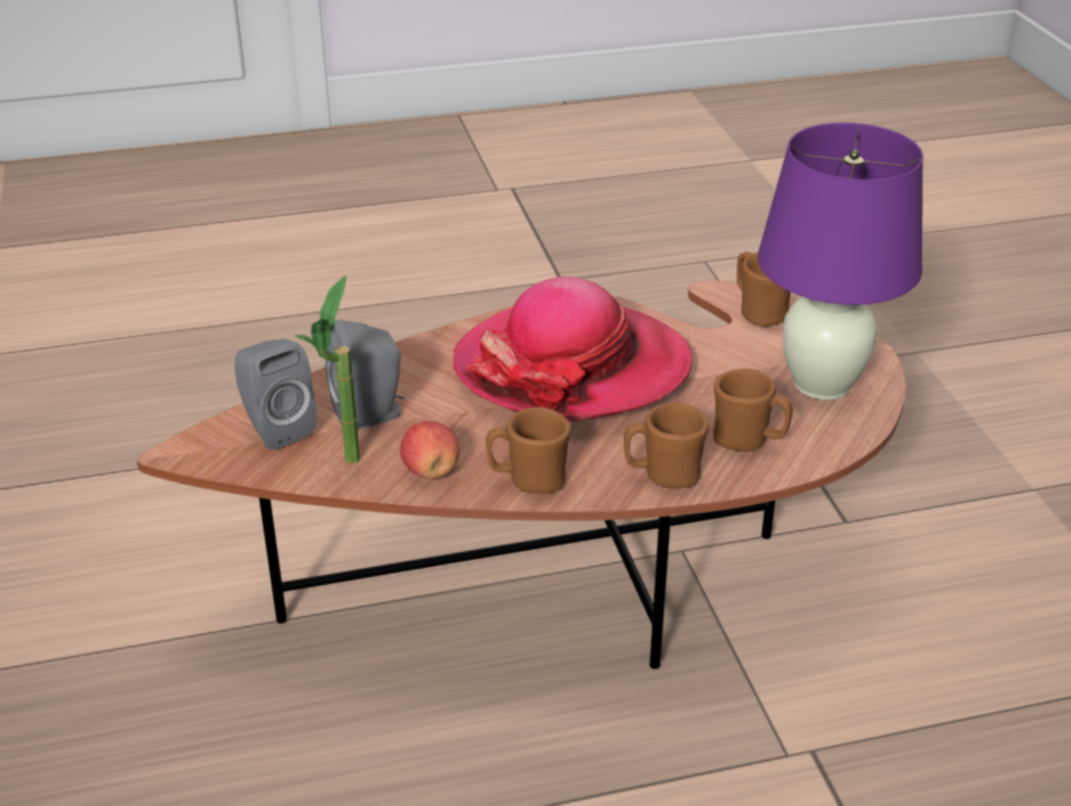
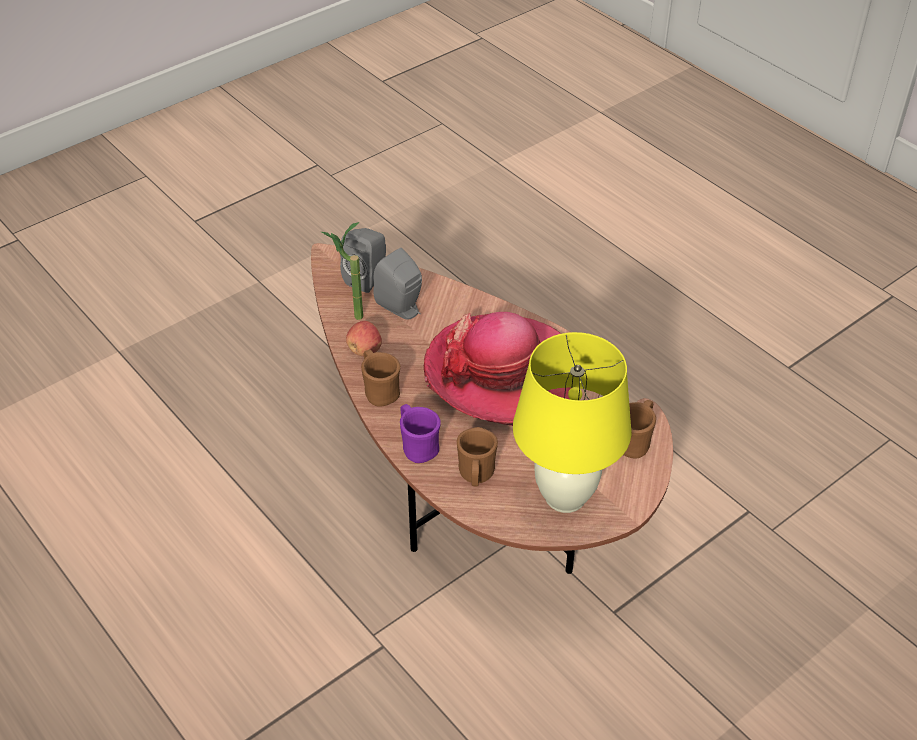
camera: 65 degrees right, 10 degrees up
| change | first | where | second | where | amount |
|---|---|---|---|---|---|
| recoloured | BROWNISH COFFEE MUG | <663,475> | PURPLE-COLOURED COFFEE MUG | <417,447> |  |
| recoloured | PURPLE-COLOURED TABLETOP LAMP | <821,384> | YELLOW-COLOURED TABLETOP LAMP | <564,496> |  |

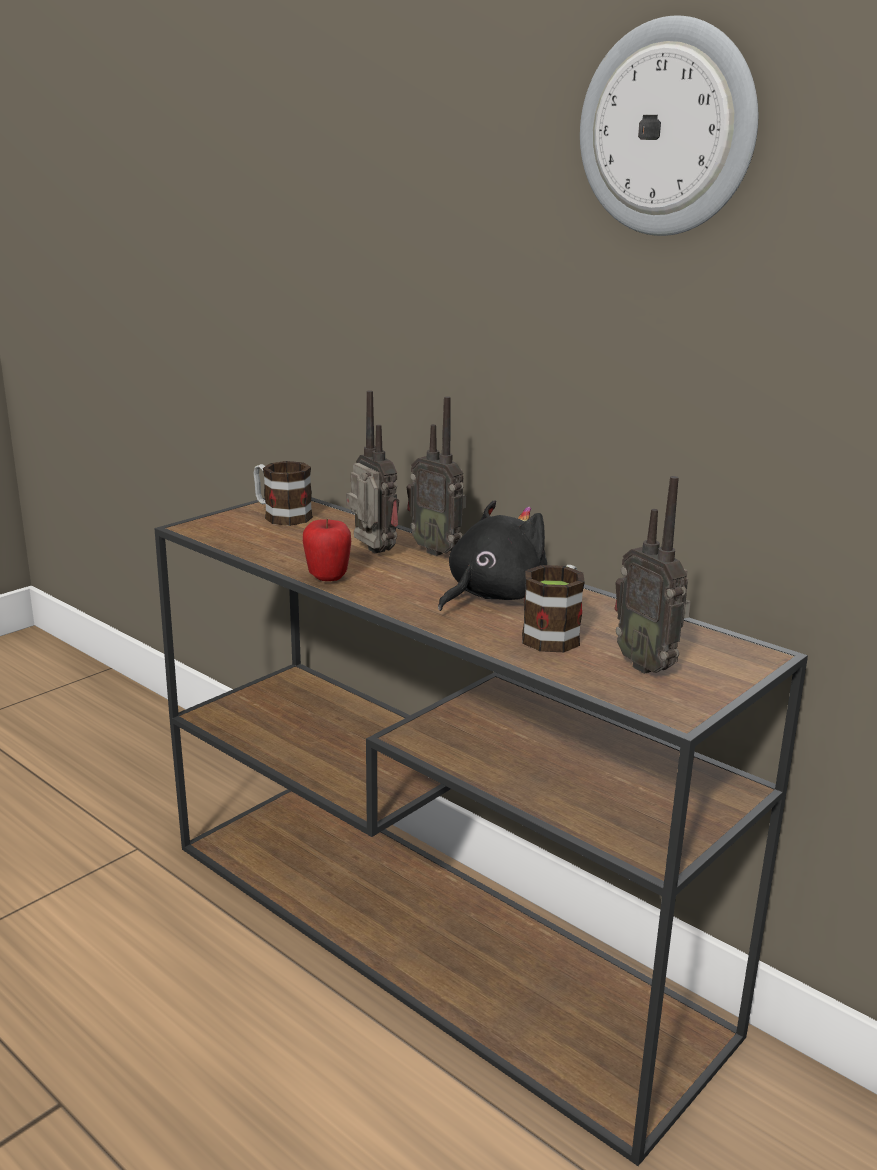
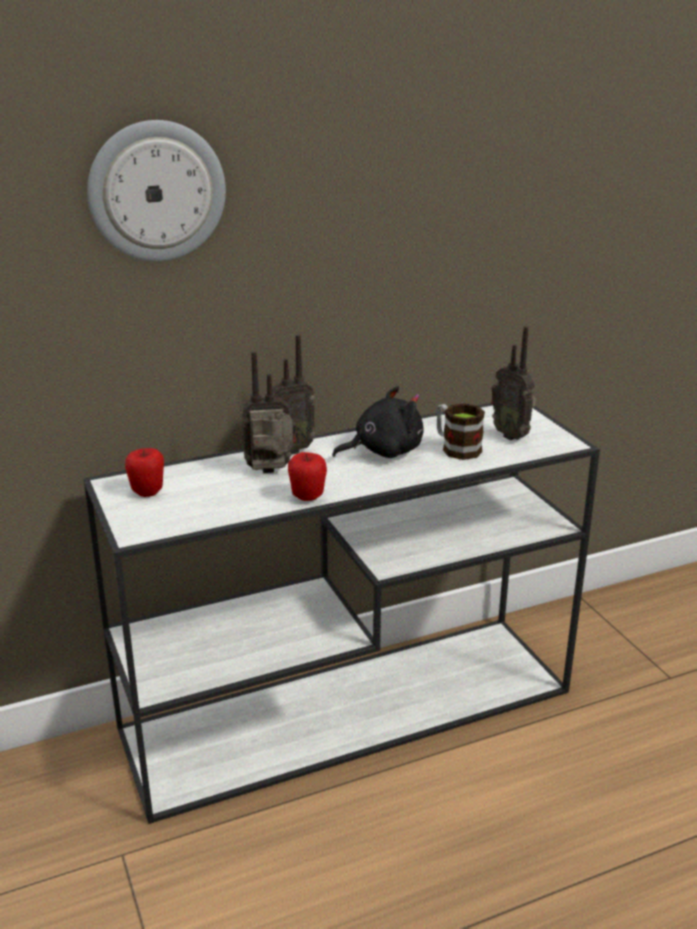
camera: 65 degrees left, 5 degrees up
| change | first | where | second | where | amount |
|---|---|---|---|---|---|
| moved | CLOCK ON THE WALL | <668,129> |  | <157,191> |  |
| replaced | COFFEE MUG | <281,515> | WHOLE APPLE | <147,492> |  |
| recoloured | BROWNISH NARROW TABLE | <437,935> | WHITISH NARROW TABLE | <352,708> |  |
| turned | BLACK-COLOURED SOFT TOY | <491,595> |  | <383,451> | 90 degrees clockwise |
| turned | RADIO RECEIVER | <648,665> |  | <512,435> | 60 degrees clockwise |

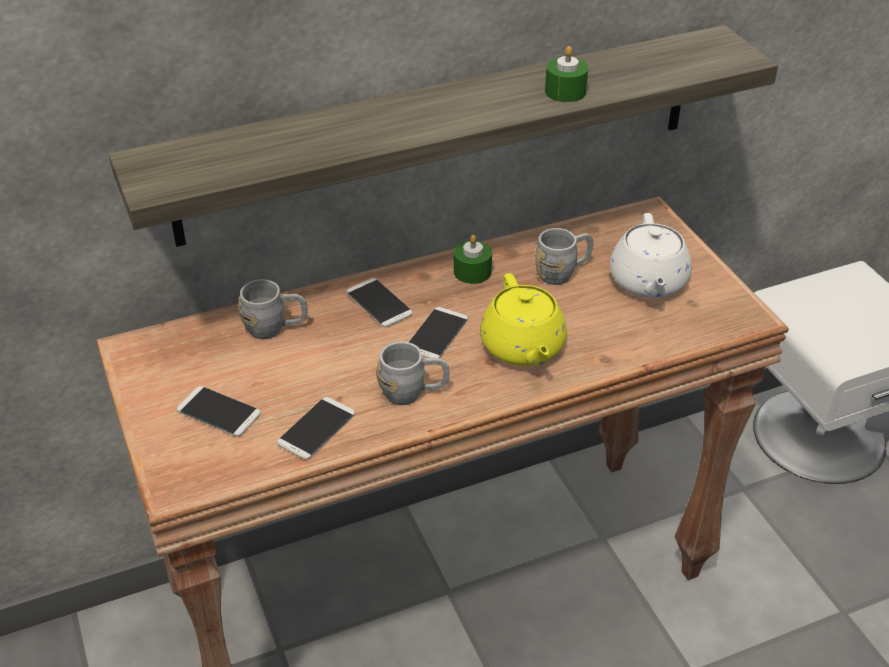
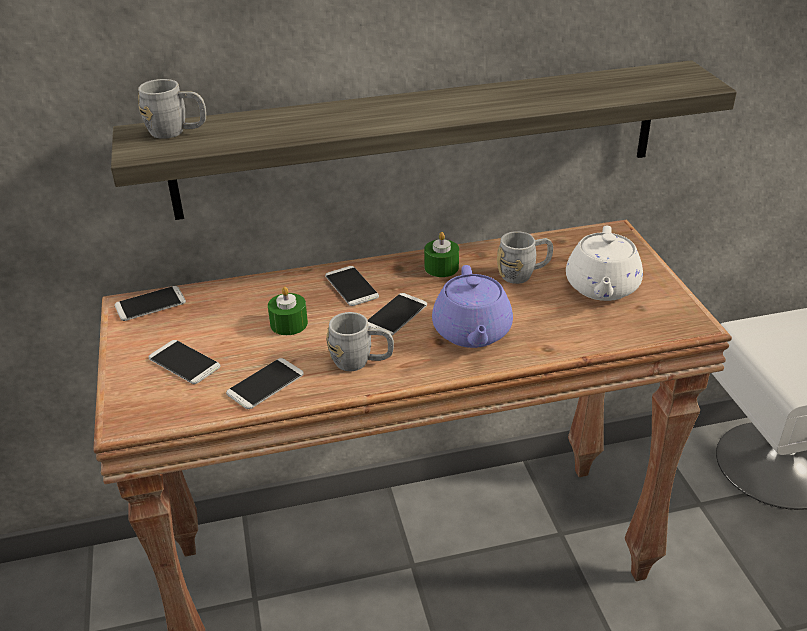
camera: 10 degrees right, 5 degrees down
| change | first | where | second | where | amount |
|---|---|---|---|---|---|
| added |  |  | PHONE | <150,304> |  |
| moved | GRAY COFFEE MUG | <275,328> |  | <176,132> |  |
| moved | GREENISH WAX LIGHT | <565,91> |  | <289,324> |  |
| recoloured | YELLOW-COLOURED TEA POT | <523,347> | PURPLE-COLOURED TEA POT | <472,332> |  |

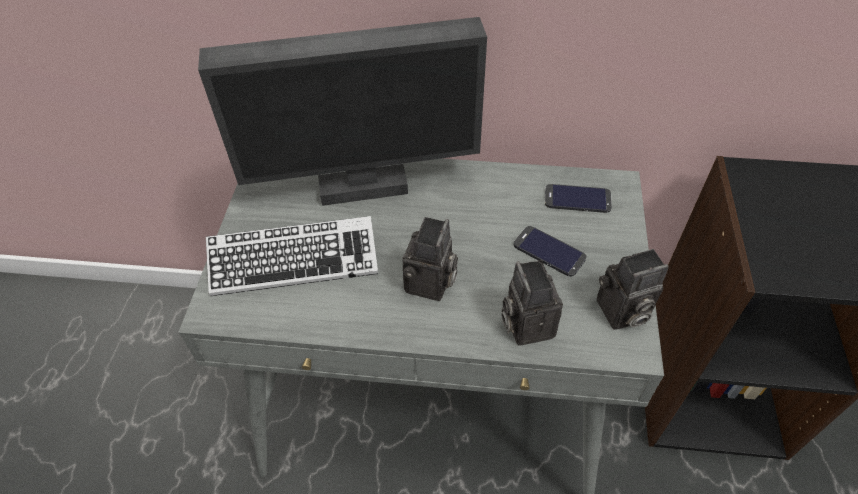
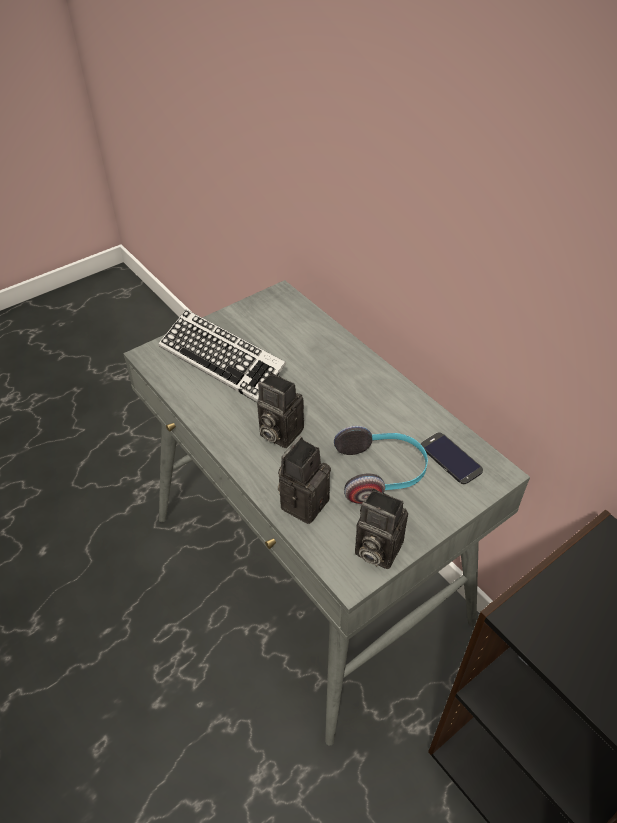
camera: 45 degrees right, 5 degrees down
| change | first | where | second | where | amount |
|---|---|---|---|---|---|
| removed | COMPUTER SCREEN | <363,186> |  |  |  |
| replaced | PHONE | <549,251> | PAIR OF HEADPHONES | <381,473> |  |
| turned | PHOTO CAMERA | <430,285> |  | <278,433> | 60 degrees clockwise |

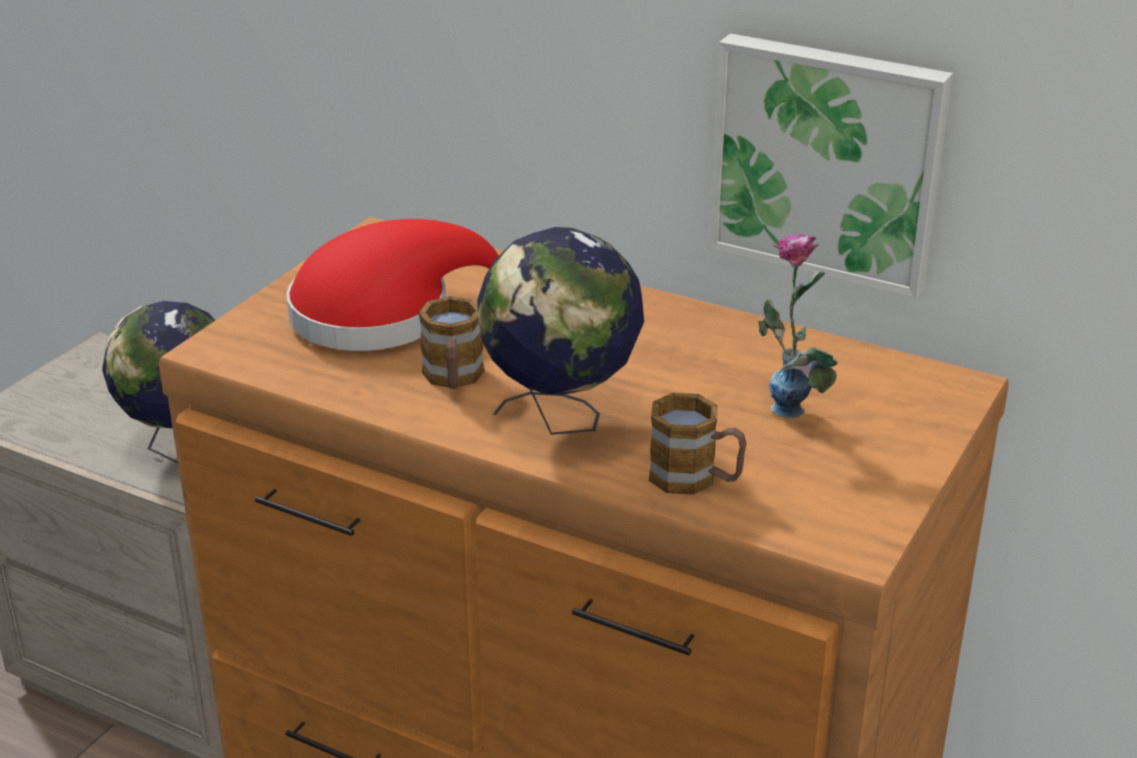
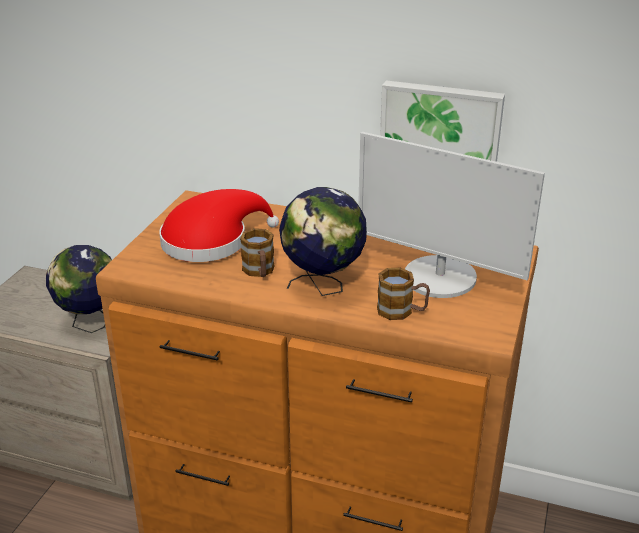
camera: 10 degrees left, 0 degrees up
| change | first | where | second | where | amount |
|---|---|---|---|---|---|
| replaced | VASE | <790,423> | COMPUTER SCREEN | <439,278> |  |

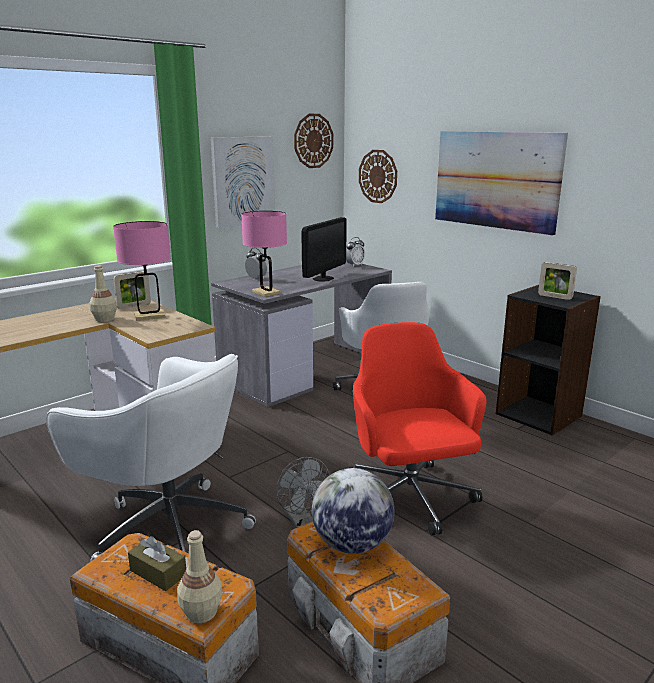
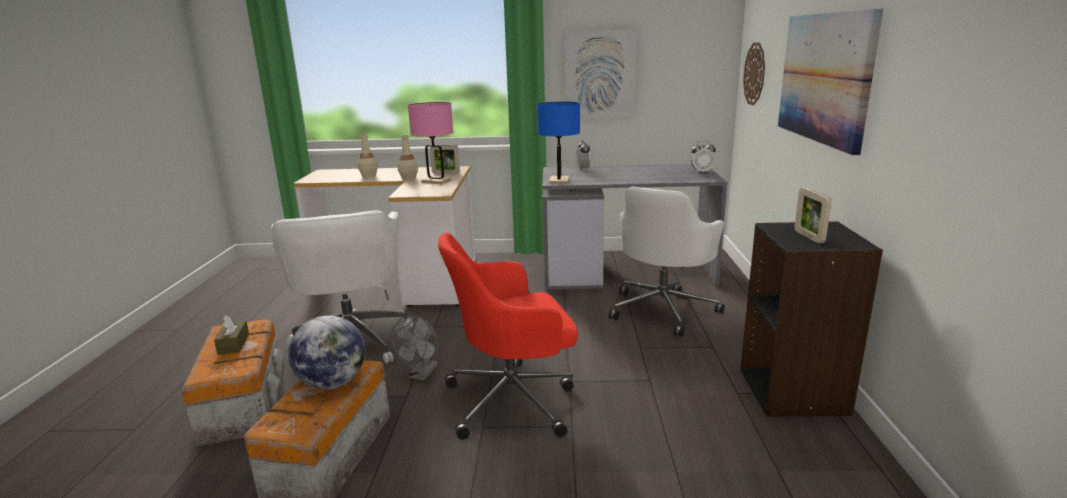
camera: 45 degrees right, 0 degrees up
| change | first | where | second | where | amount |
|---|---|---|---|---|---|
| removed | CLOCK ON THE WALL | <313,141> |  |  |  |
| removed | COMPUTER SCREEN | <323,278> |  |  |  |
| moved | SAND-COLOURED BEVERAGE BOTTLE | <201,612> |  | <368,176> |  |
| recoloured | PINK-COLOURED TABLETOP LAMP | <266,292> | BLUISH TABLETOP LAMP | <559,181> |  |
| turned | REDDISH OFFICE CHAIR | <409,500> |  | <514,400> | 135 degrees counterclockwise |

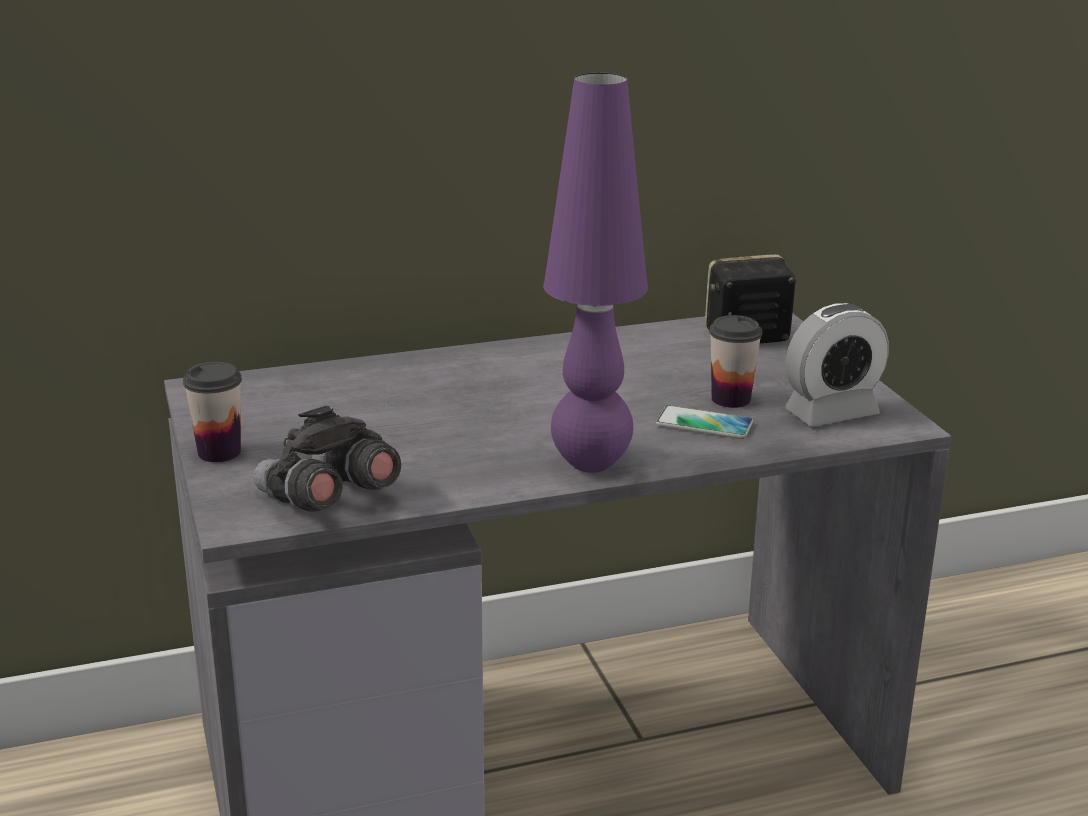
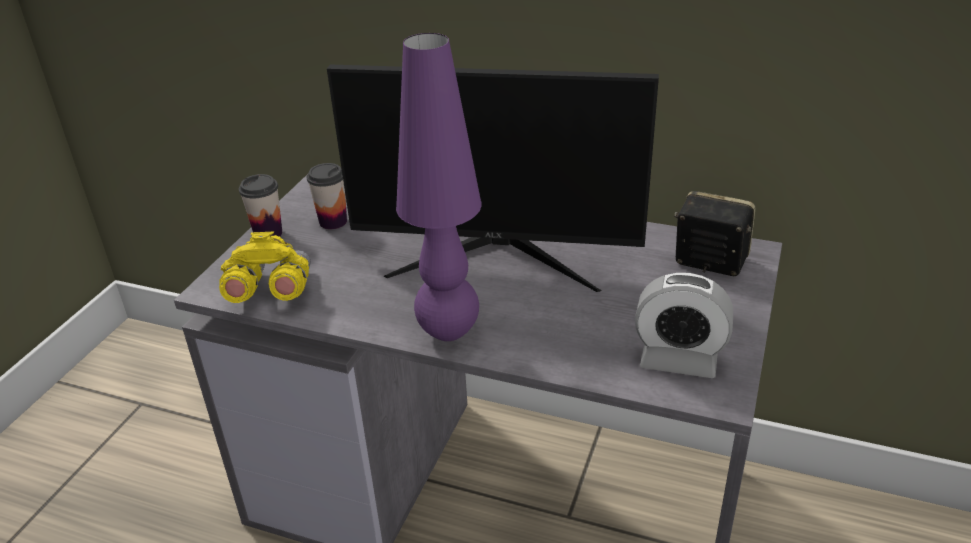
camera: 40 degrees right, 10 degrees up
| change | first | where | second | where | amount |
|---|---|---|---|---|---|
| removed | PHONE | <704,424> |  |  |  |
| added |  |  | COMPUTER SCREEN | <497,257> |  |
| moved | DRINKING CUP | <731,399> |  | <333,222> |  |
| recoloured | GRAY FIELD GLASSES | <326,500> | YELLOW-COLOURED FIELD GLASSES | <270,293> |  |

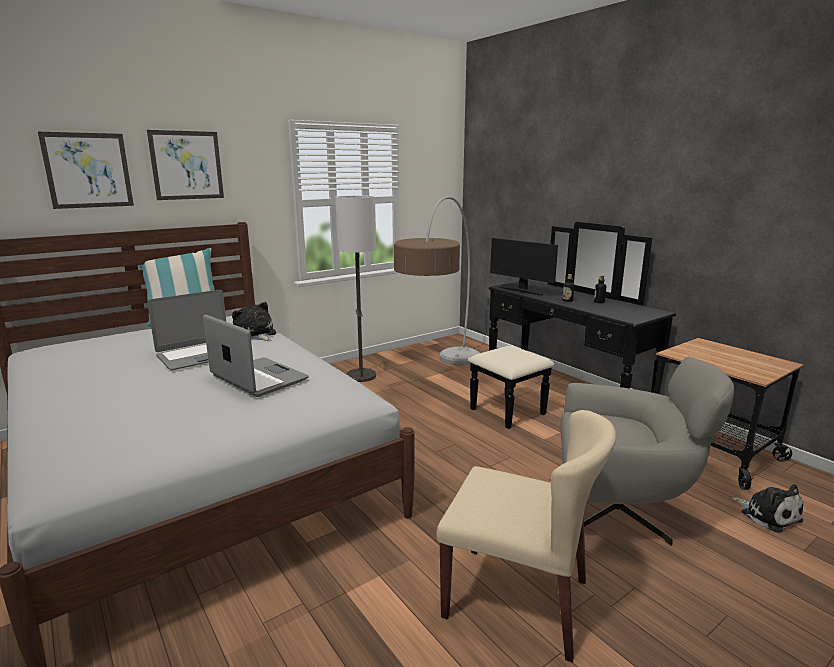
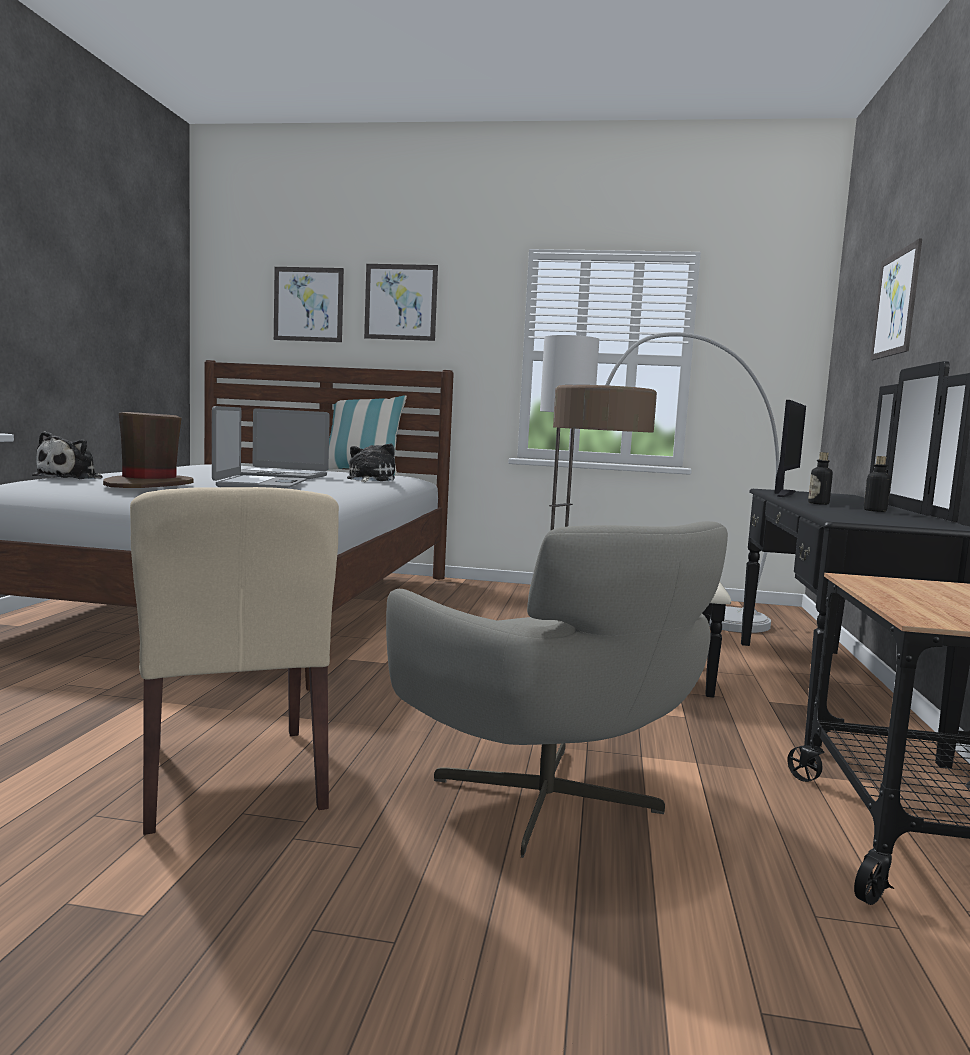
camera: 45 degrees right, 10 degrees down
| change | first | where | second | where | amount |
|---|---|---|---|---|---|
| added |  |  | BROWNISH HAT | <149,485> |  |
| added |  |  | WALL ART | <895,303> |  |
| moved | SOFT TOY | <767,515> |  | <72,478> |  |
| turned | COMPUTER SCREEN | <521,291> |  | <783,494> | 150 degrees counterclockwise |

